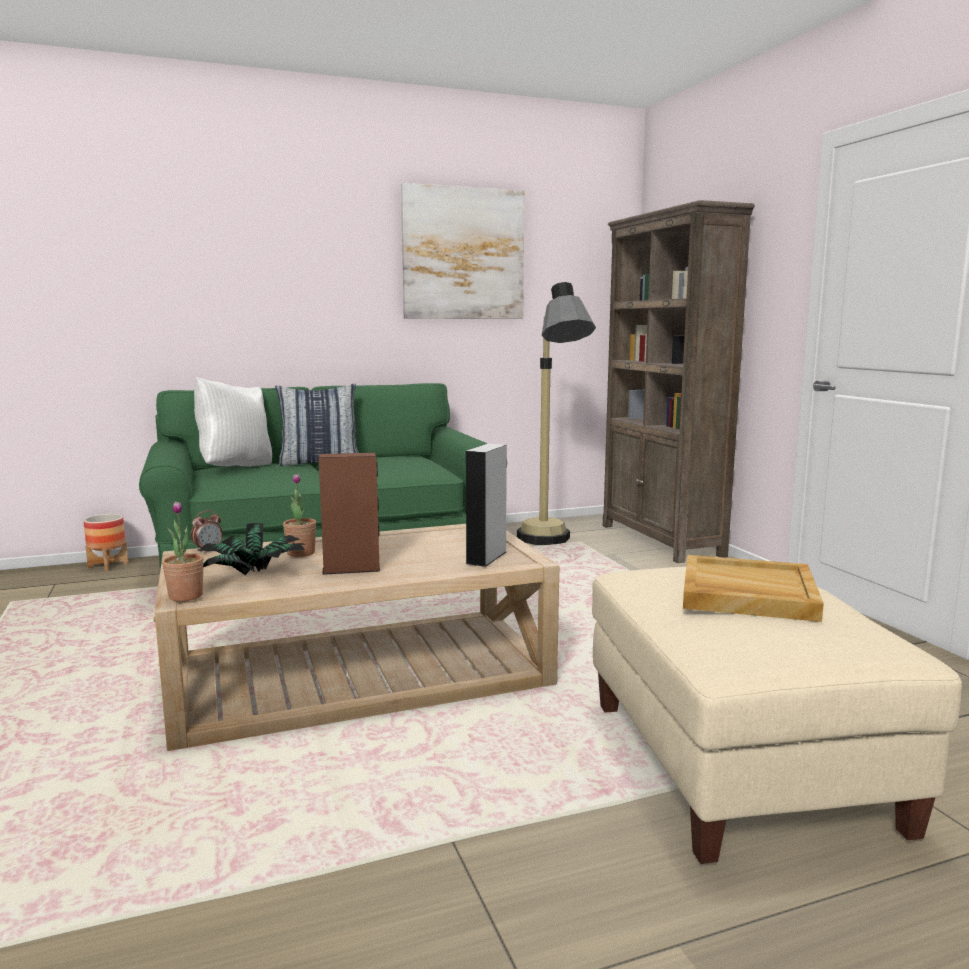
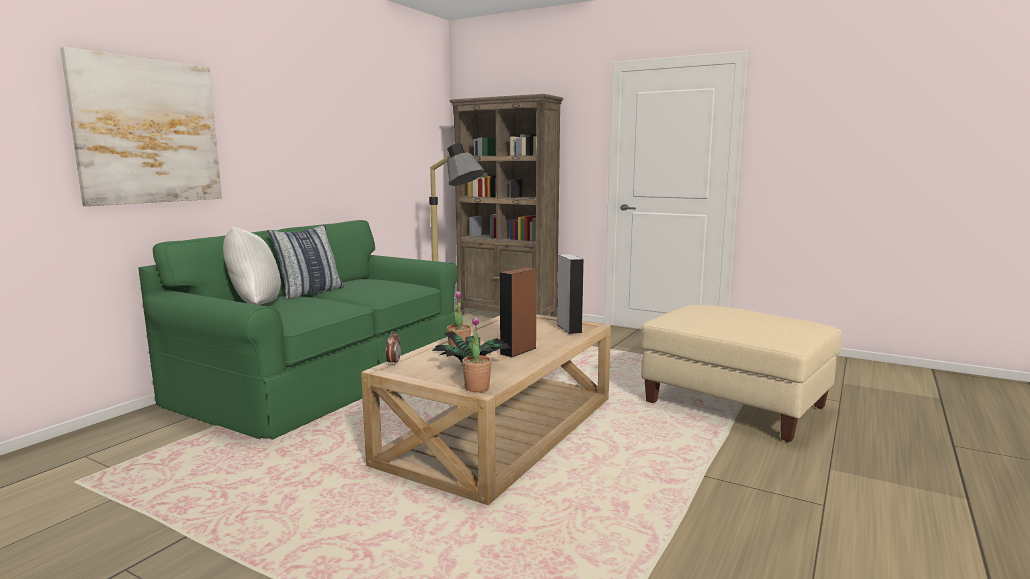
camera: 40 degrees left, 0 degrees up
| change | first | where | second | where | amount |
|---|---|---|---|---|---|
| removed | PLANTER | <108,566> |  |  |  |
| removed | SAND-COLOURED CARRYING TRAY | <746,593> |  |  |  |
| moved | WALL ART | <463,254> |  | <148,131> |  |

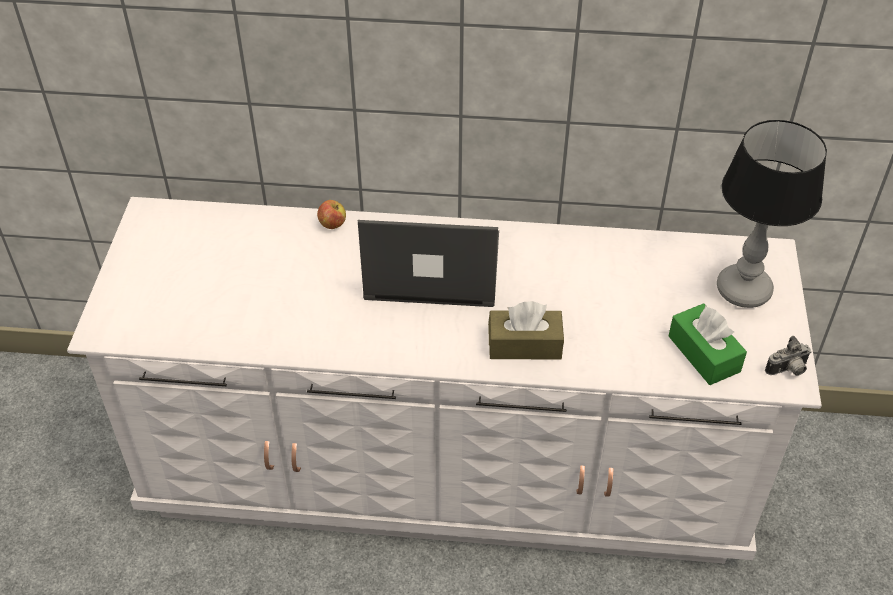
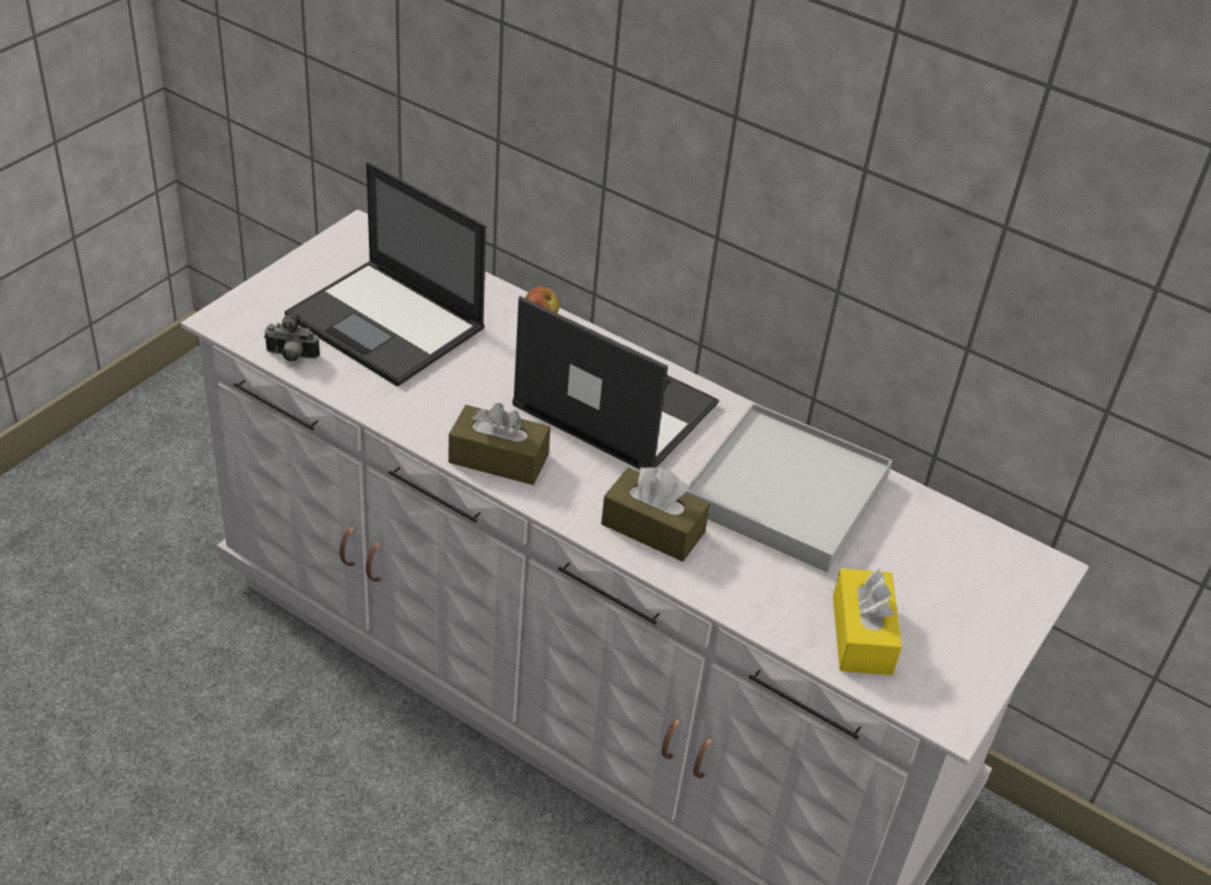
camera: 25 degrees right, 5 degrees down
| change | first | where | second | where | amount |
|---|---|---|---|---|---|
| removed | TABLETOP LAMP | <744,290> |  |  |  |
| added |  |  | PORTABLE COMPUTER | <387,323> |  |
| added |  |  | BROWNISH TISSUE HOLDER | <498,459> |  |
| added |  |  | WHITISH CARRYING TRAY | <785,492> |  |
| moved | PHOTO CAMERA | <788,370> |  | <291,357> |  |
| recoloured | GREENISH TISSUE HOLDER | <704,354> | YELLOW-COLOURED TISSUE HOLDER | <862,635> |  |

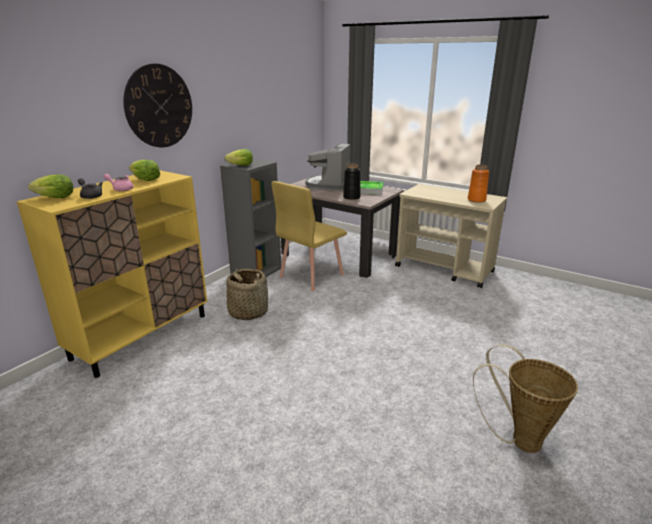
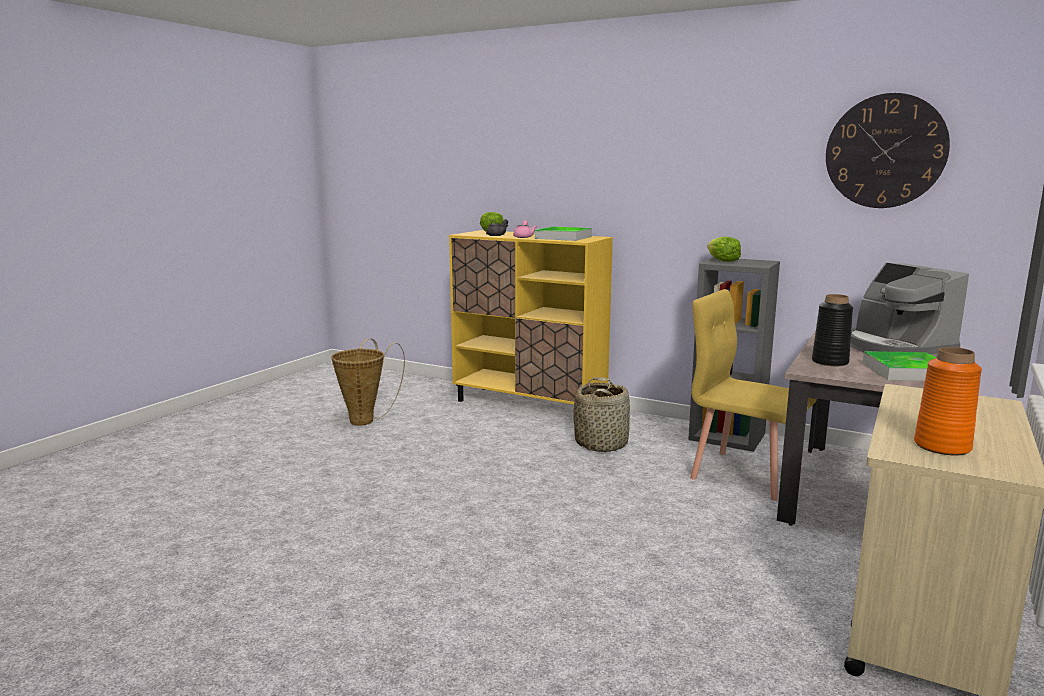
camera: 85 degrees right, 10 degrees down
| change | first | where | second | where | amount |
|---|---|---|---|---|---|
| moved | CLOCK ON THE WALL | <159,106> |  | <885,151> |  |
| moved | STORAGE BASKET | <519,439> |  | <366,420> |  |
| replaced | HEAD OF LETTUCE | <145,179> | CARRYING TRAY | <563,237> |  |
| turned | COFFEE MAKER | <328,185> |  | <895,348> | 120 degrees counterclockwise |

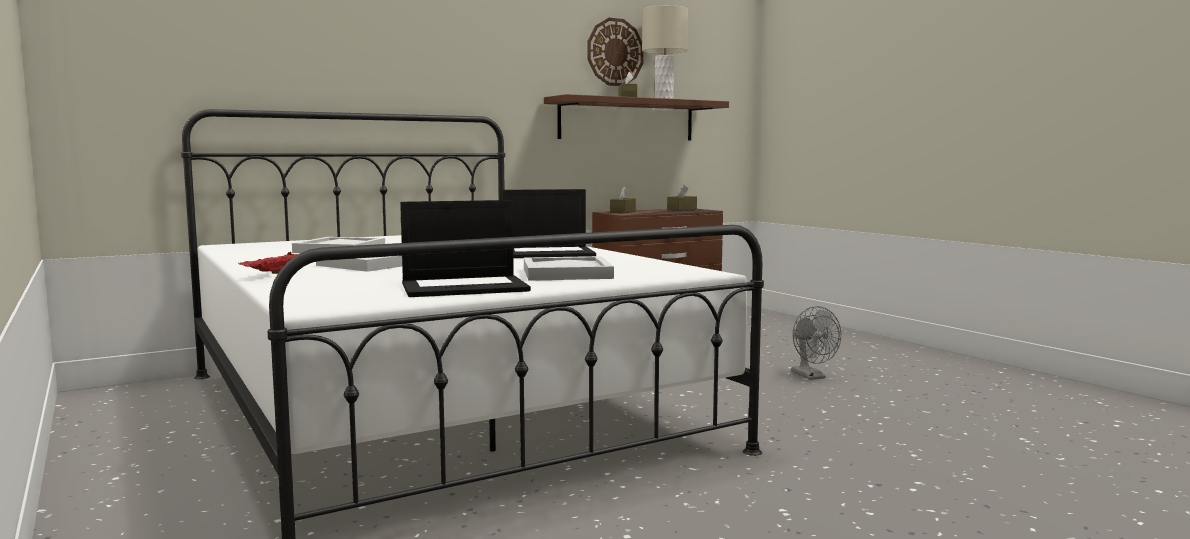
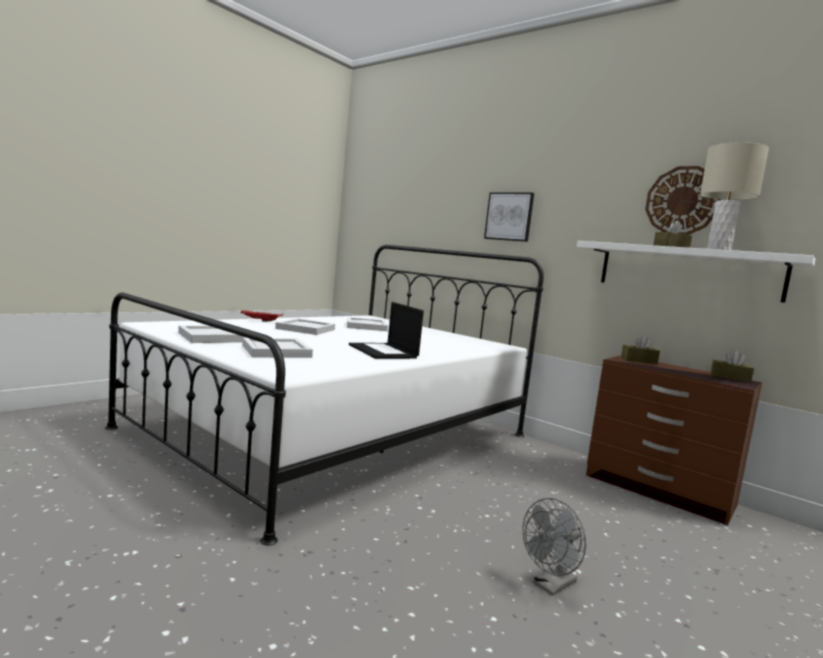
camera: 70 degrees right, 0 degrees up
| change | first | where | second | where | amount |
|---|---|---|---|---|---|
| added |  |  | WALL ART | <509,216> |  |
| replaced | PORTABLE COMPUTER | <465,287> | WHITISH CARRYING TRAY | <213,337> |  |
| recoloured | BROWNISH SHELF | <627,120> | WHITISH SHELF | <687,271> |  |

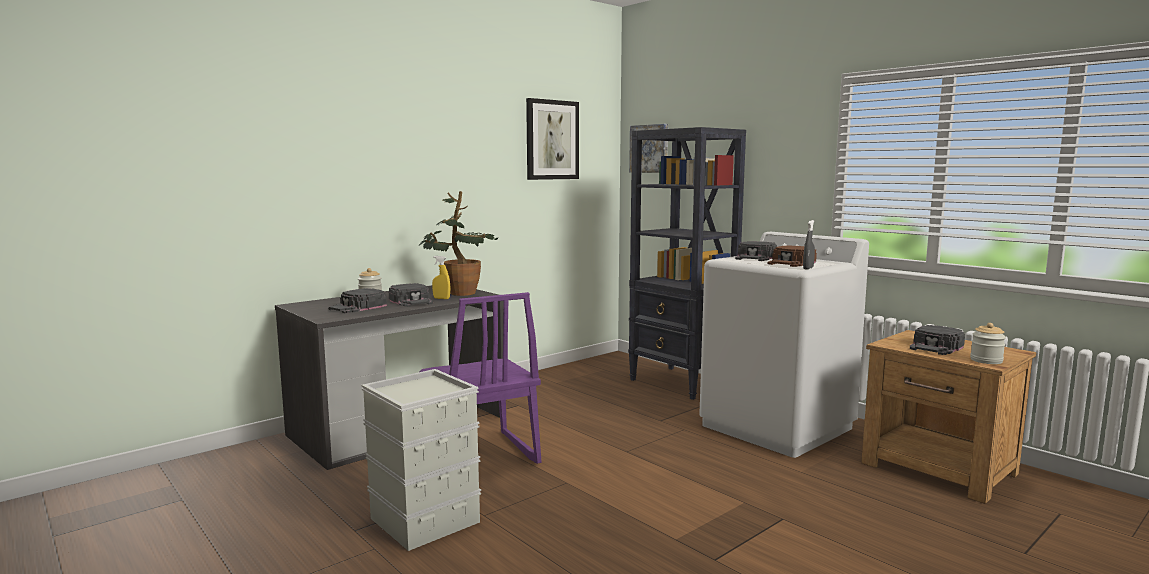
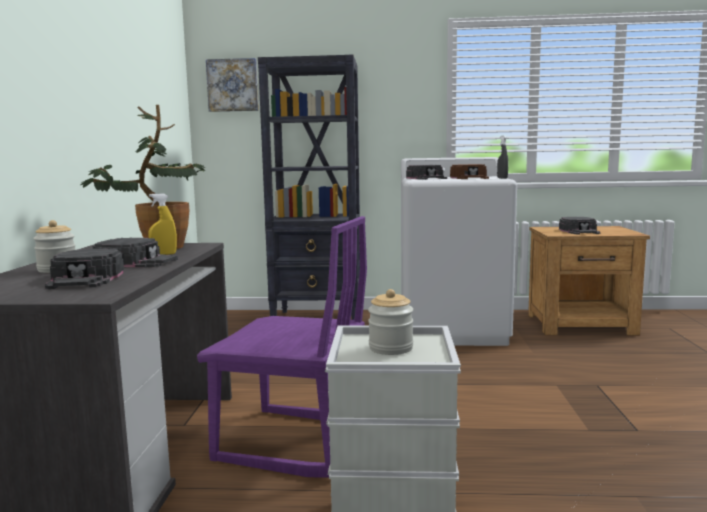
camera: 45 degrees left, 0 degrees up
| change | first | where | second | where | amount |
|---|---|---|---|---|---|
| removed | WALL ART | <552,140> |  |  |  |
| moved | PRESERVE JAR | <986,360> |  | <390,348> |  |

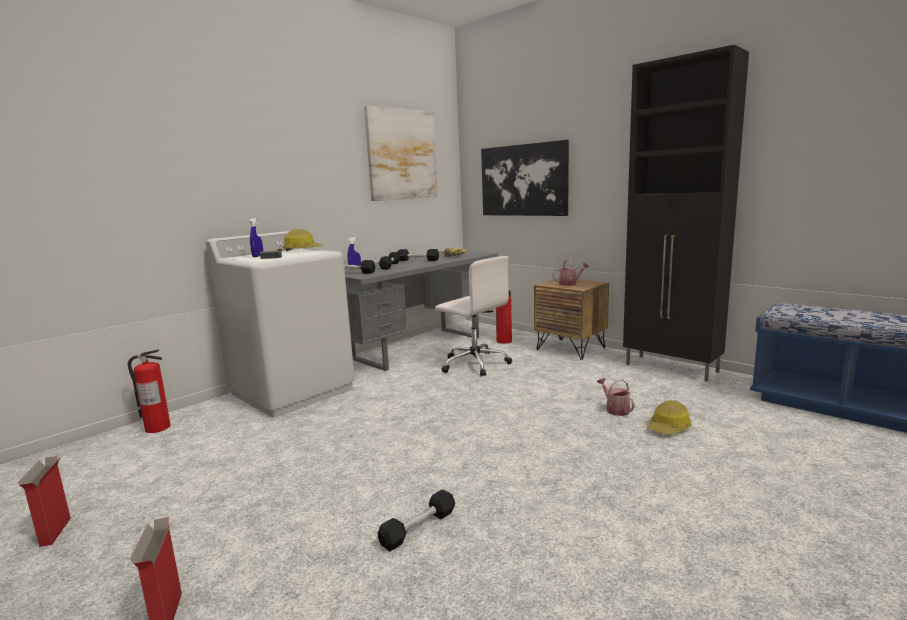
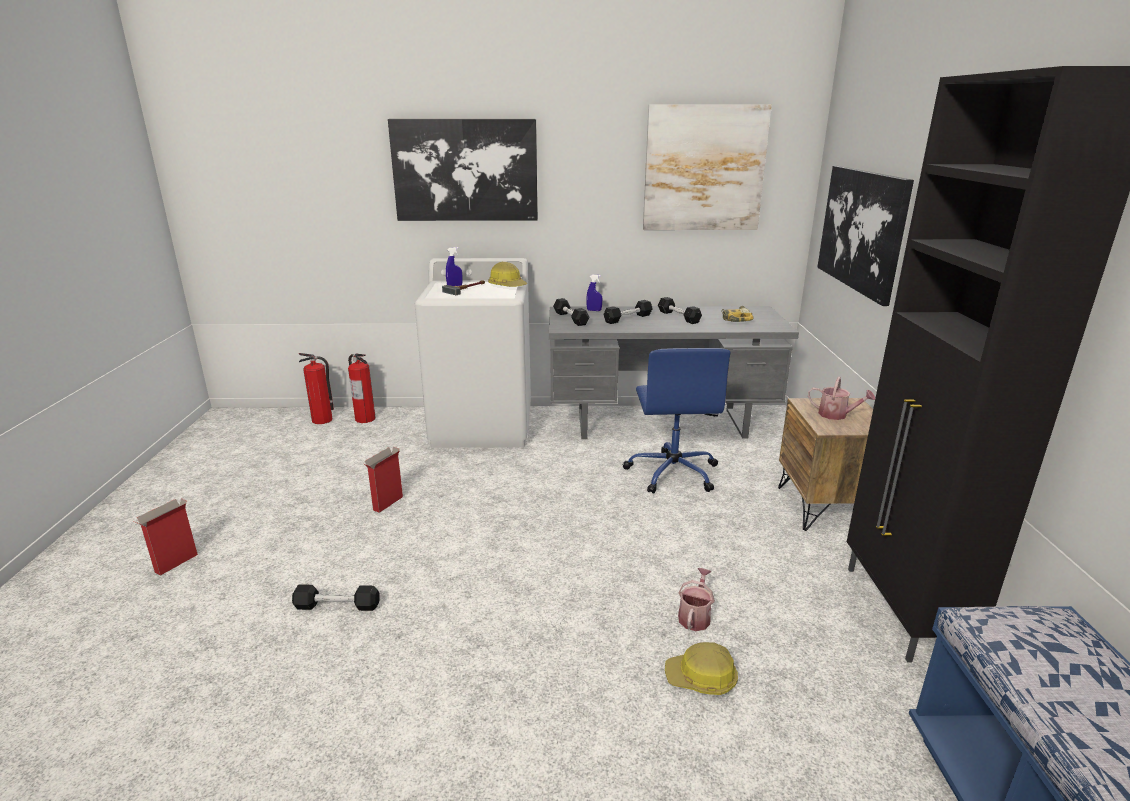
camera: 45 degrees right, 10 degrees up
| change | first | where | second | where | amount |
|---|---|---|---|---|---|
| added |  |  | WALL ART | <465,170> |  |
| moved | CARDBOARD BOX | <55,532> |  | <387,504> |  |
| moved | EXTINGUISHER | <504,341> |  | <322,420> |  |
| recoloured | WHITISH OFFICE CHAIR | <474,364> | BLUISH OFFICE CHAIR | <672,472> |  |

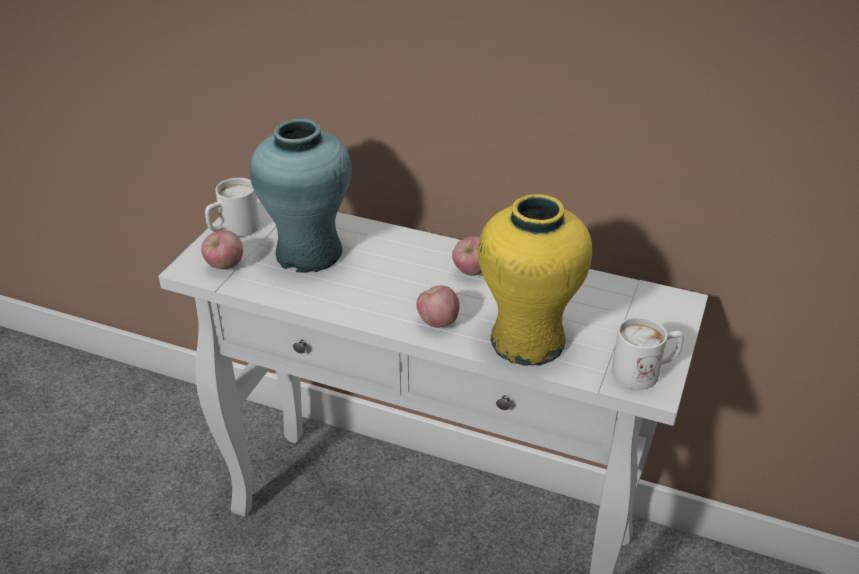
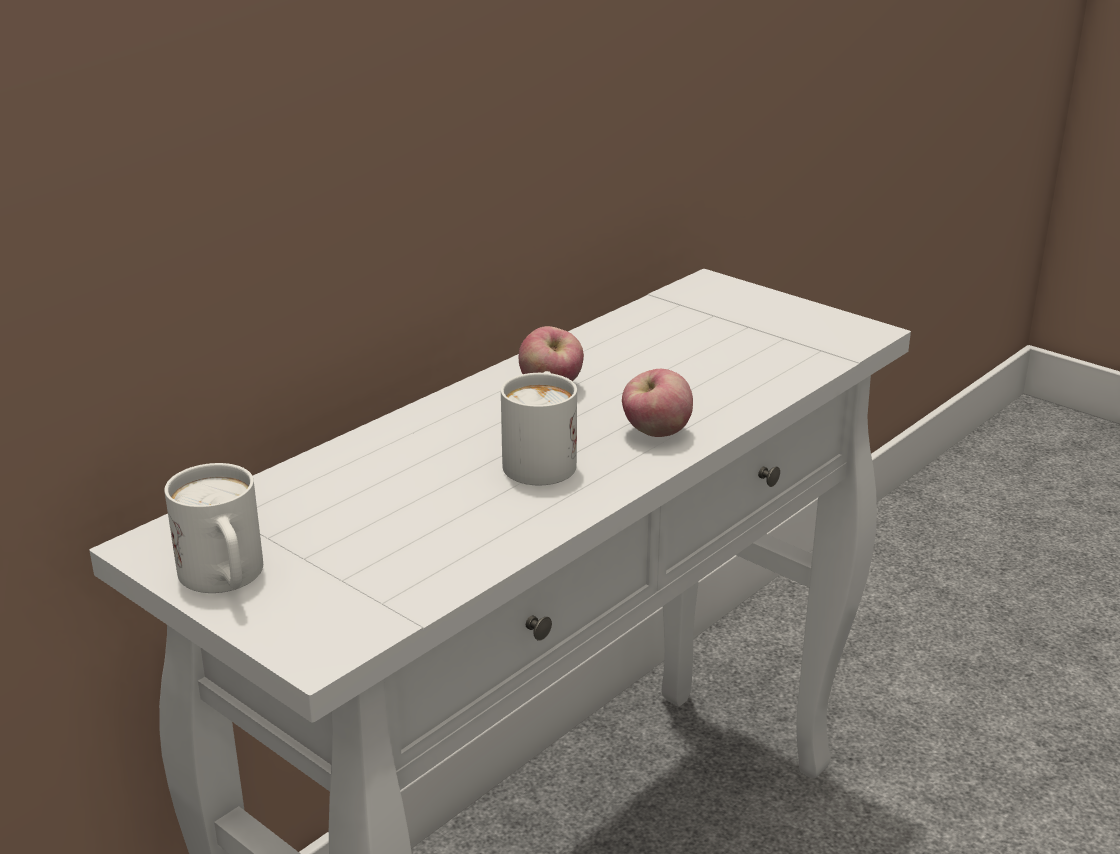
camera: 70 degrees left, 10 degrees down
| change | first | where | second | where | amount |
|---|---|---|---|---|---|
| removed | WHOLE APPLE | <225,266> |  |  |  |
| removed | TURQUOISE VASE | <309,253> |  |  |  |
| removed | YELLOW-COLOURED VASE | <527,341> |  |  |  |
| moved | WHITISH COFFEE MUG | <645,372> |  | <541,458> |  |

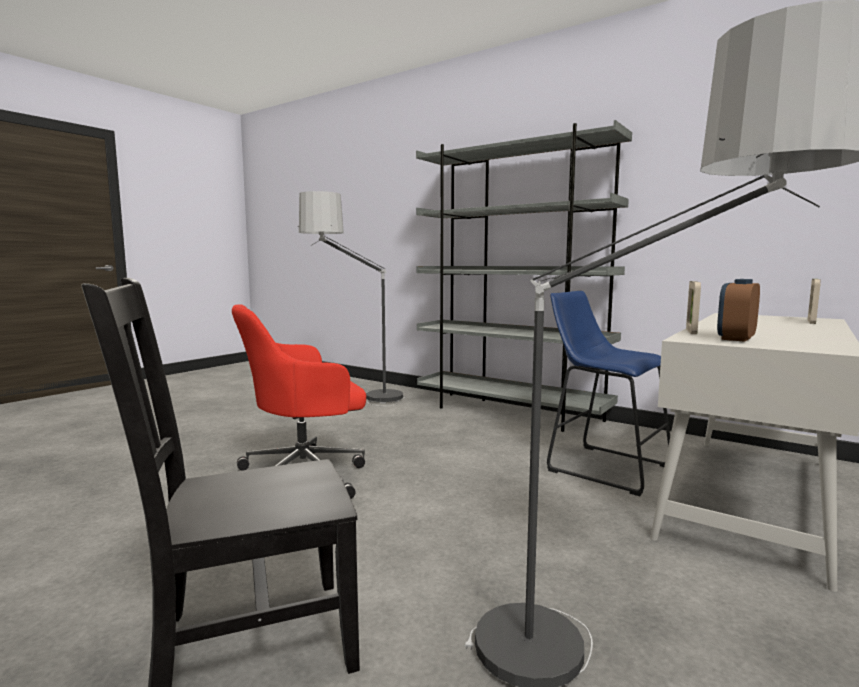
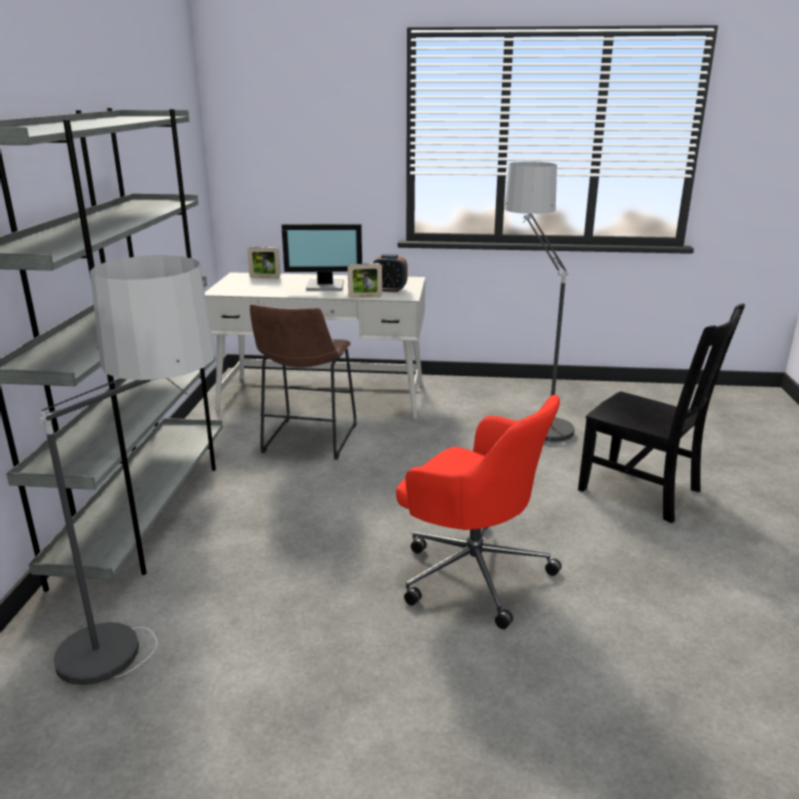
camera: 120 degrees left, 15 degrees up
| change | first | where | second | where | amount |
|---|---|---|---|---|---|
| added |  |  | COMPUTER SCREEN | <325,286> |  |
| recoloured | BLUISH STOOL | <602,466> | BROWNISH STOOL | <307,441> |  |

